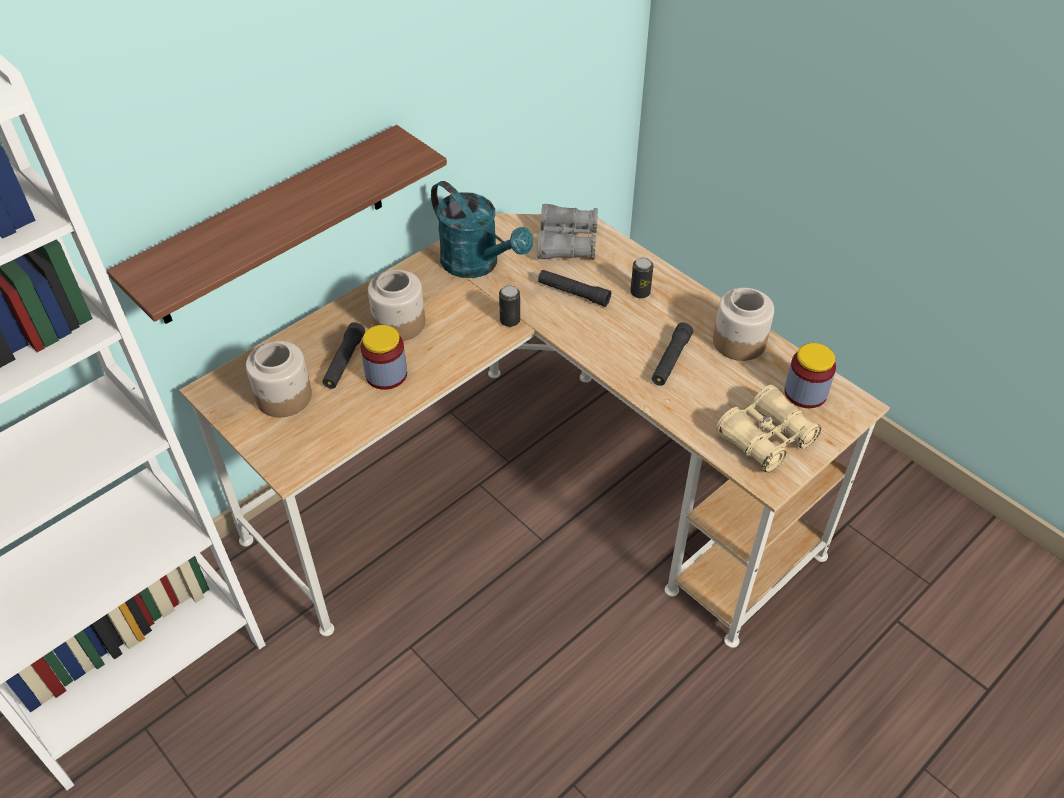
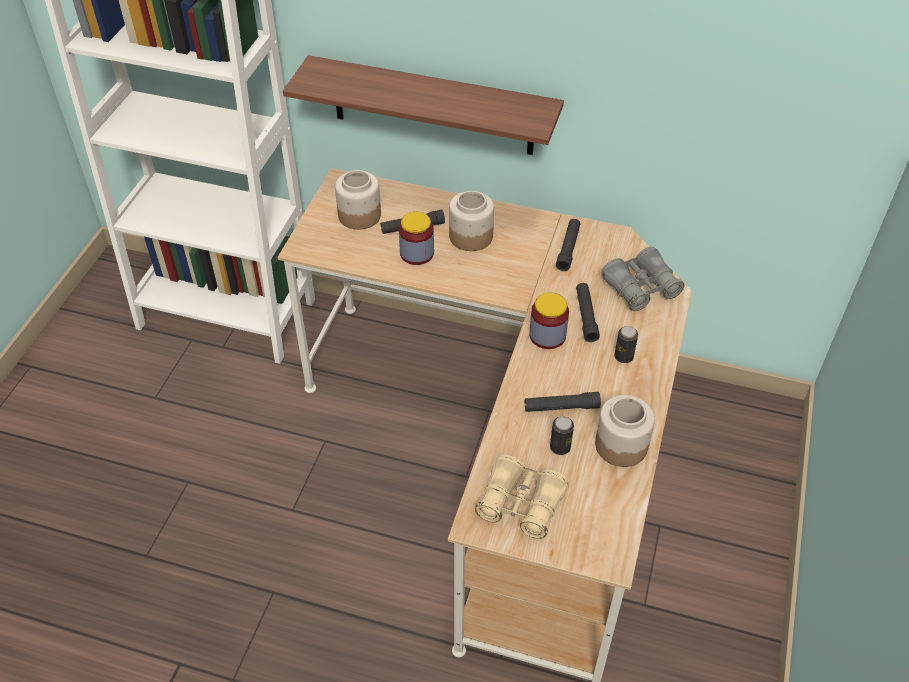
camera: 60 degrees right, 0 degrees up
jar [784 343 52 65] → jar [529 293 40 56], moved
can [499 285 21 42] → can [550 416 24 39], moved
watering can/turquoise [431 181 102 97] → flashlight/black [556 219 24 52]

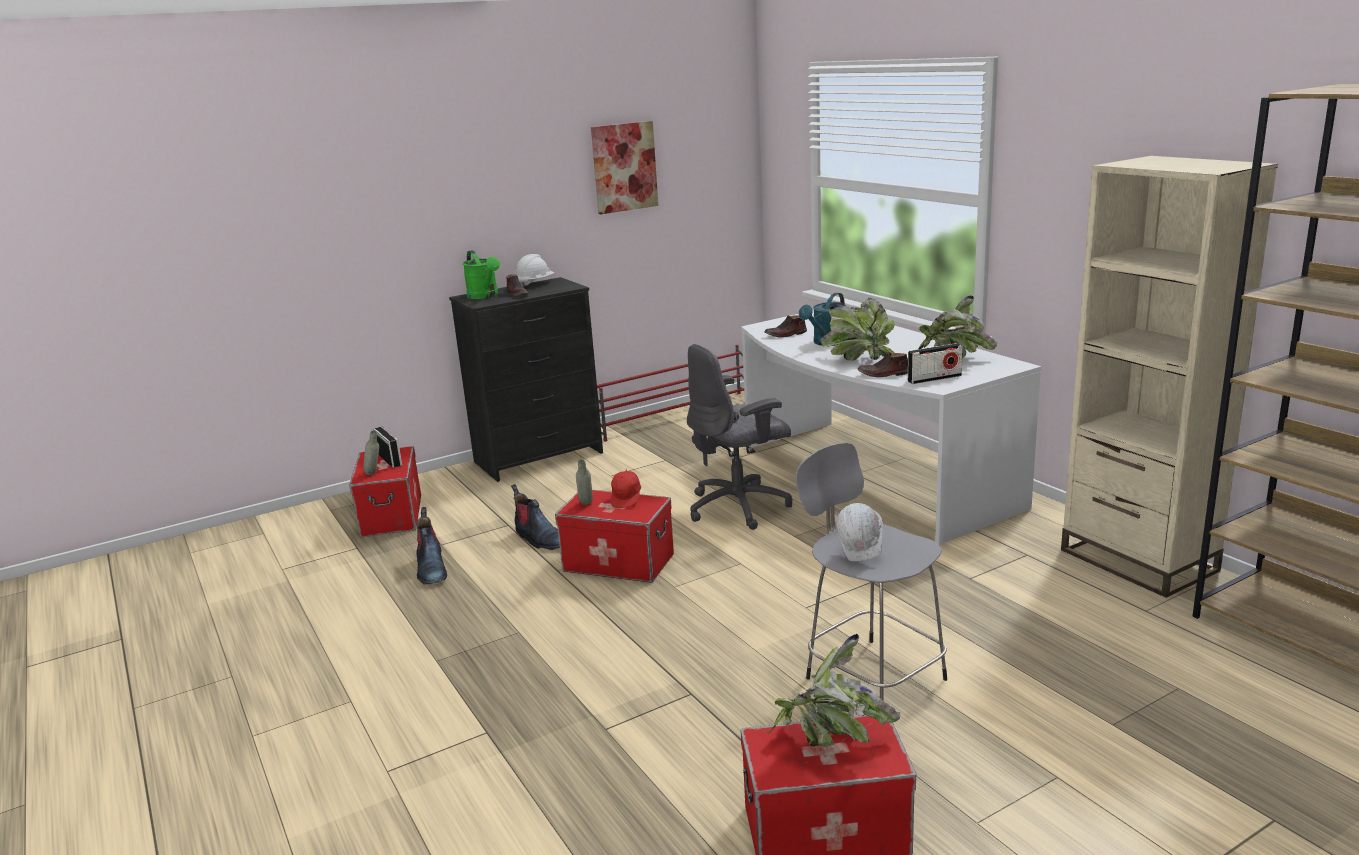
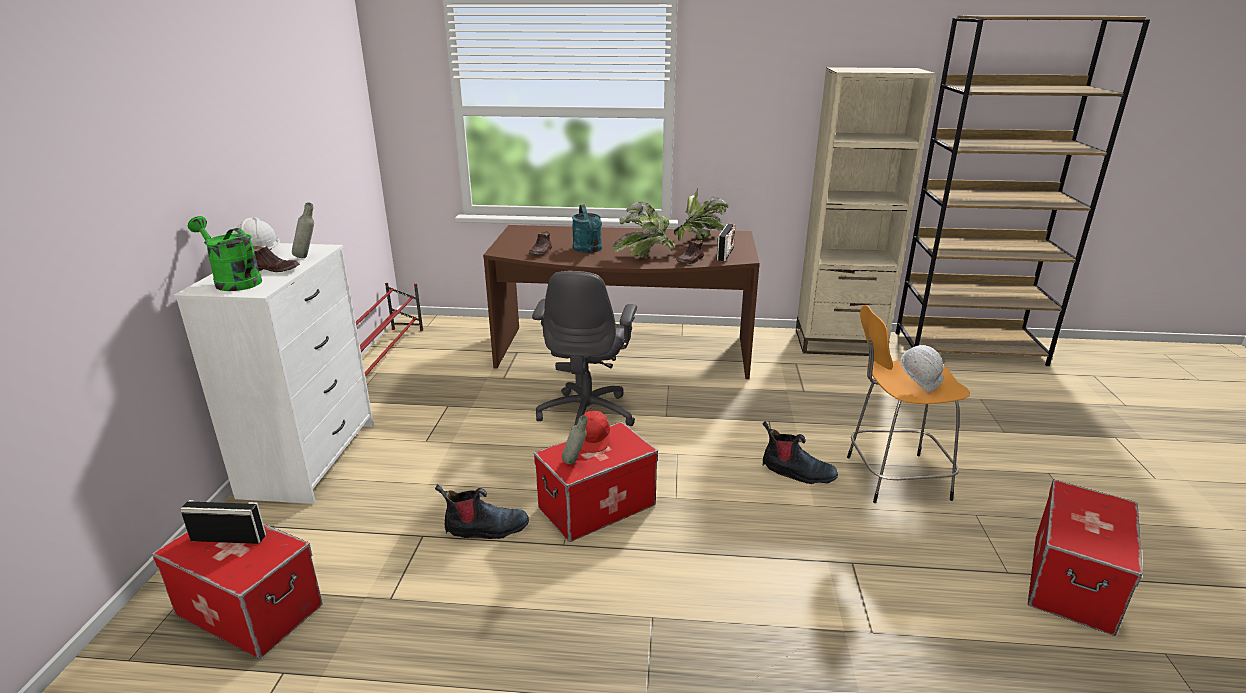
camera: 55 degrees left, 5 degrees up
dresser/black [449 277 154 205] → dresser/white [174 243 200 261]
watering can/green [463 250 37 49] → watering can/green [188 216 74 75], 150 degrees counterclockwise
bottle/grey [363 430 16 45] → bottle/grey [292 202 22 56], moved
desk/white [741 310 300 235] → desk/brown [483 225 277 154]
cap/red [611 469 30 39] → cap/red [581 407 29 46], 45 degrees clockwise
boot [417 507 30 78] → boot [763 421 75 63], moved
stool/grey [795 442 152 258] → stool/orange [847 305 123 198]
picture [591 121 67 93] → -
potted plant [766 634 134 113] → -

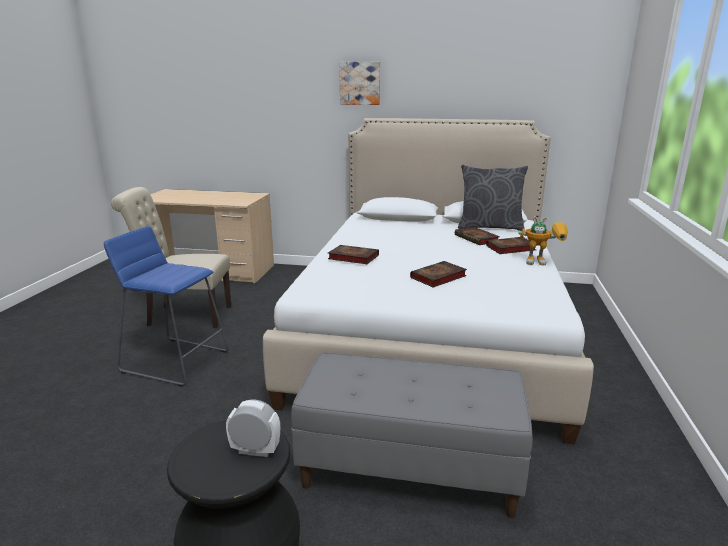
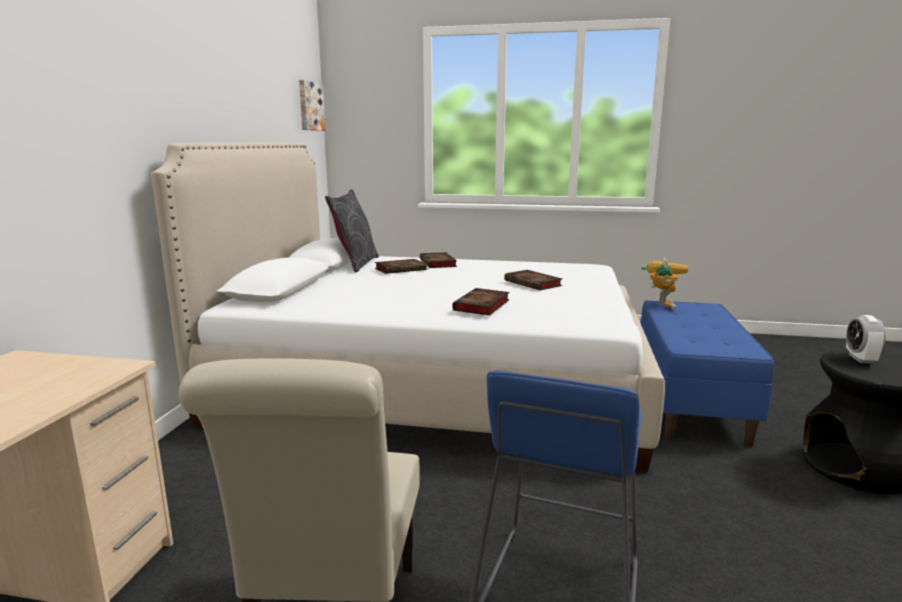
camera: 90 degrees left, 5 degrees down
picture [339 62 41 43] → picture [299 80 26 51], moved
bench/grey [291 352 242 166] → bench/blue [640 300 134 147]
toy robot [518 216 49 50] → toy robot [641 258 47 52], moved

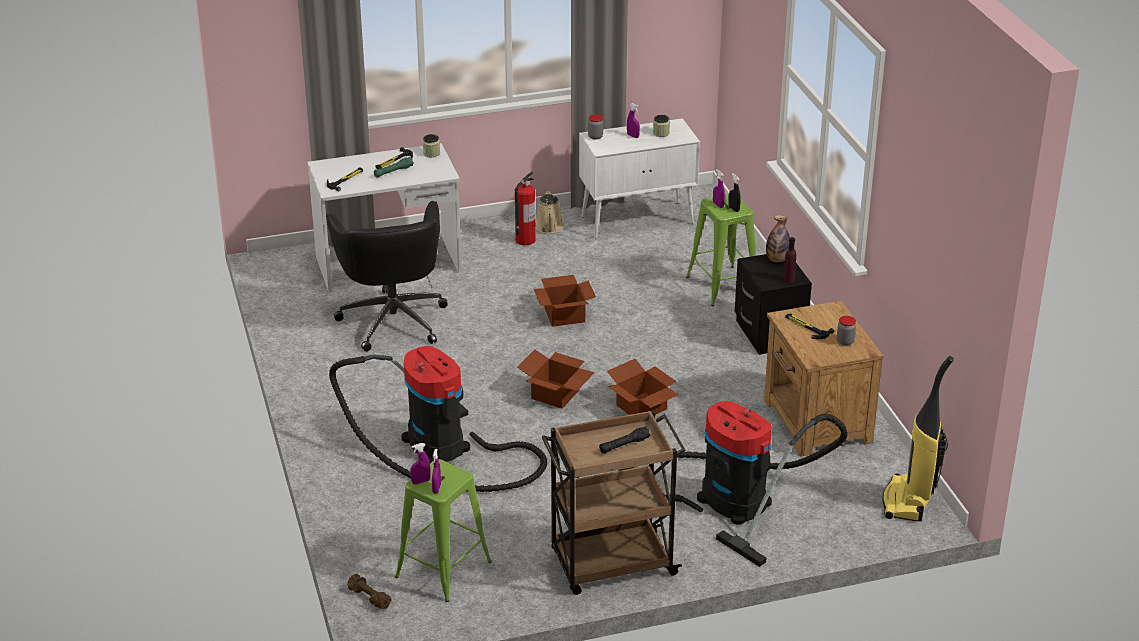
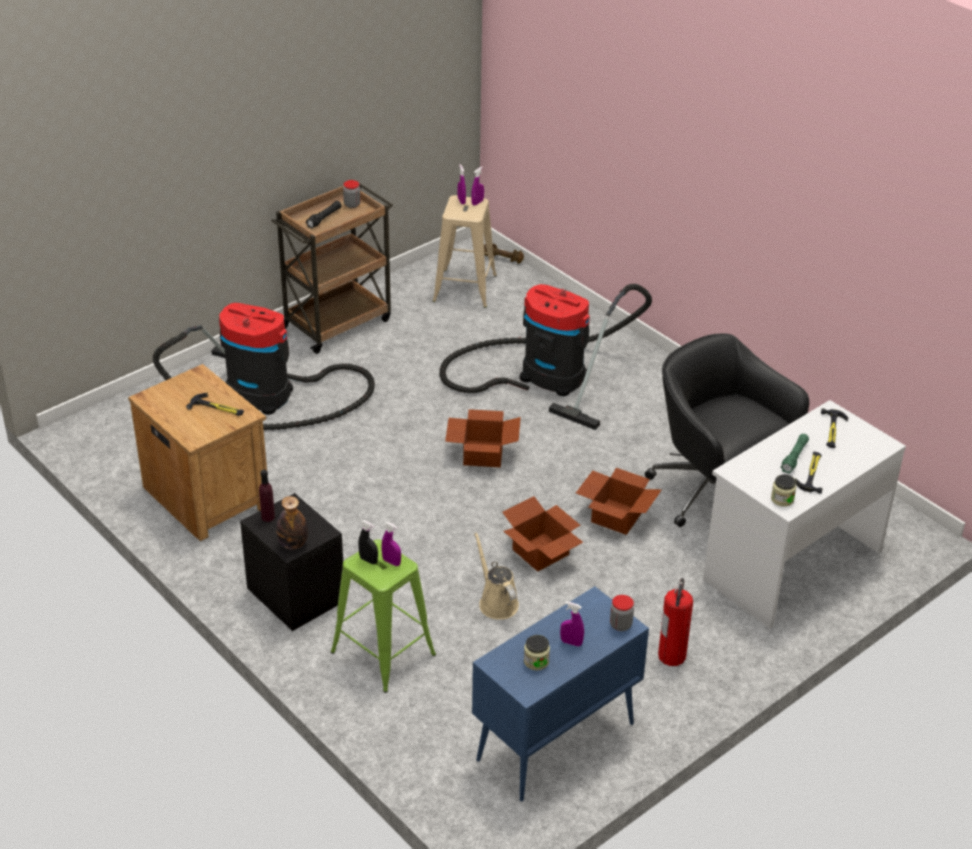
camera: 155 degrees right, 5 degrees up
jar [837 316 19 29] → jar [343 180 18 28], moved
stool/green [395 459 97 143] → stool/beige [433 195 64 113]
cabinet/white [579 118 121 121] → cabinet/blue [472 586 177 216]
watering can/beige [535 190 29 44] → watering can/beige [474 532 45 88], moved
cardboard box [607 359 72 56] → cardboard box [576 468 86 67], moved
vacuum cleaner [882 356 72 166] → -

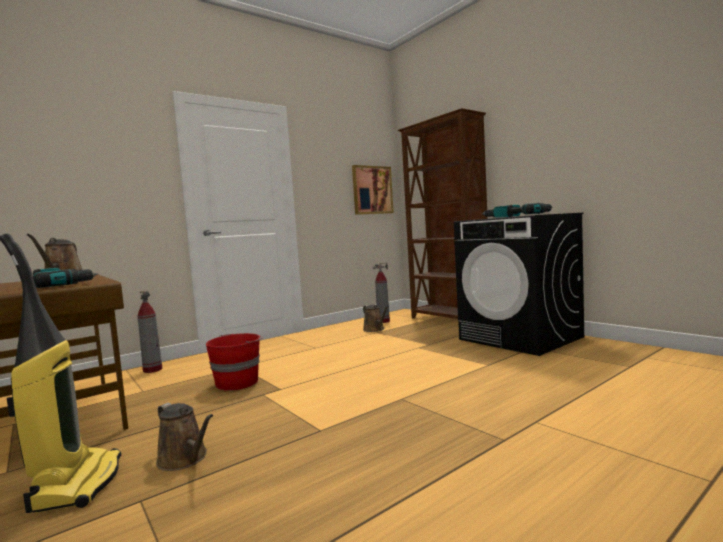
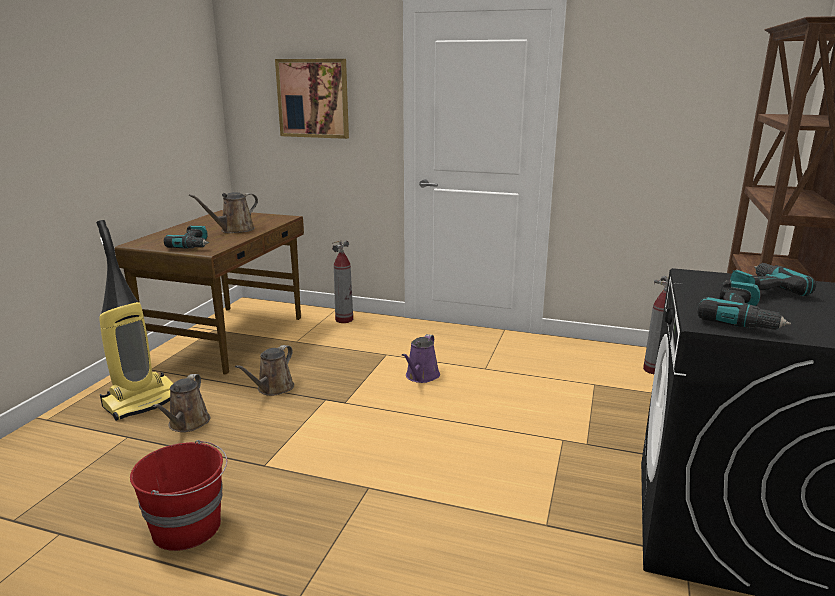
camera: 55 degrees right, 15 degrees up
bucket/red [206 333 57 58] → bucket/red [130 440 97 111], moved
watering can/brown [363 304 26 28] → watering can/brown [235 345 59 51], moved
picture [352 165 42 50] → picture [275 59 74 80], moved
- → watering can/purple [402 334 38 49]

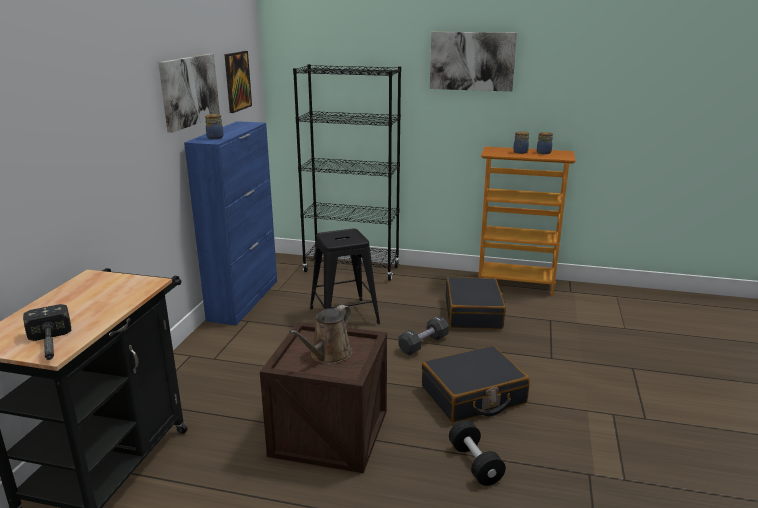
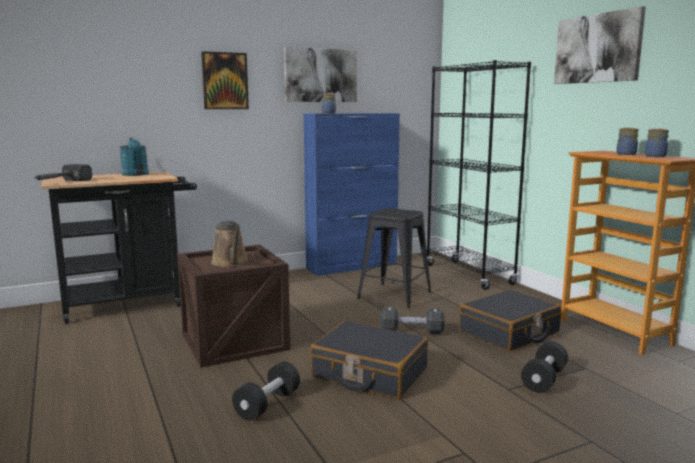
camera: 50 degrees right, 10 degrees down
- → watering can/turquoise [120 138 29 38]
picture [224 51 28 62] → picture [201 51 48 58], moved
watering can/brown [289 305 63 59] → watering can/brown [211 220 37 47], 105 degrees counterclockwise
- → dumbbell/black [521 341 47 52]

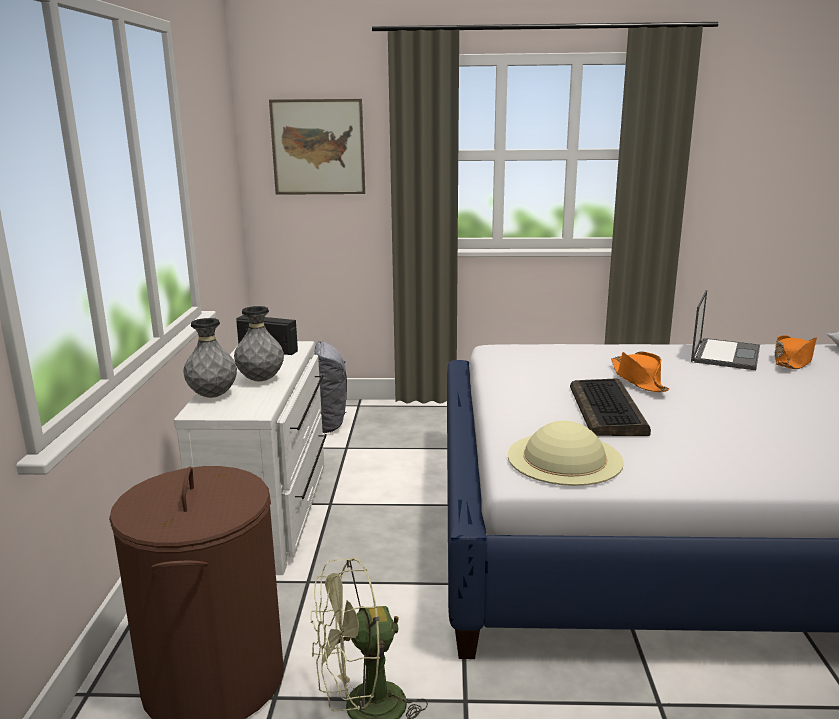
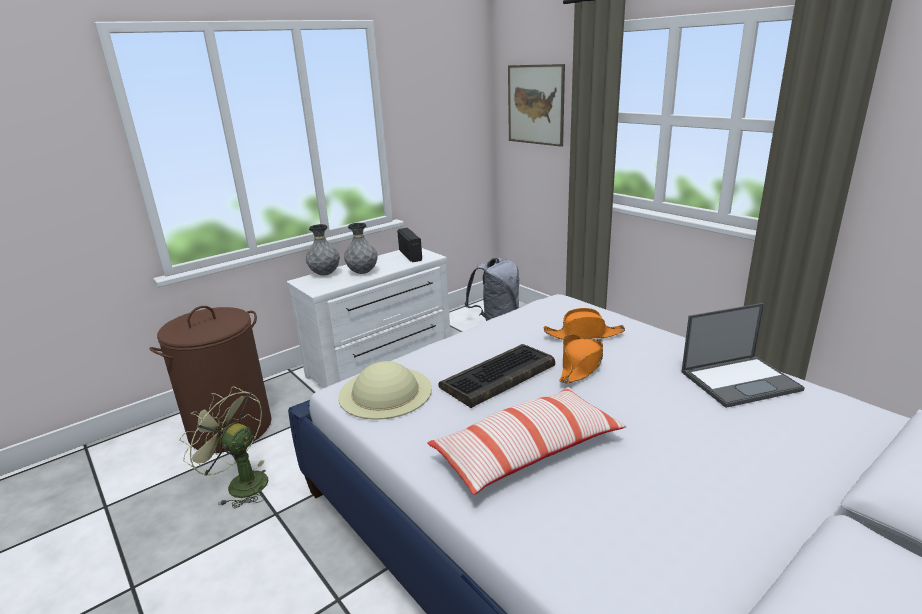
camera: 50 degrees right, 5 degrees up
- → pillow [427 387 199 108]
hat/orange [775 335 42 34] → hat/orange [544 308 81 32], moved

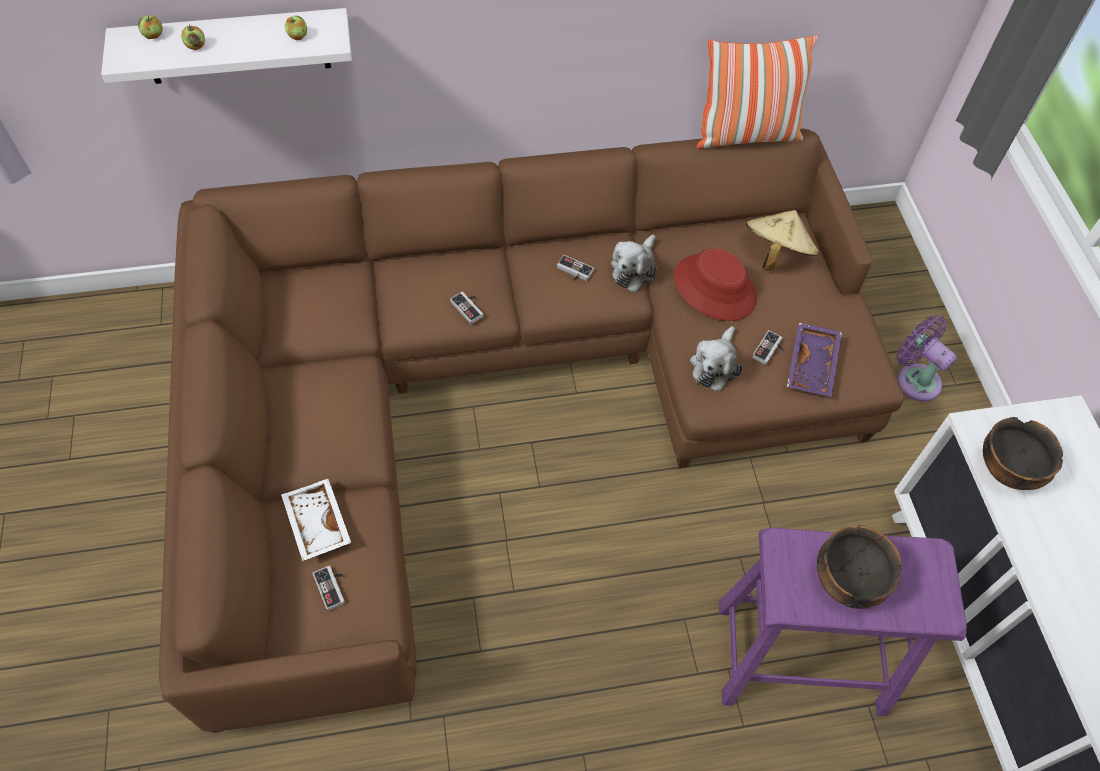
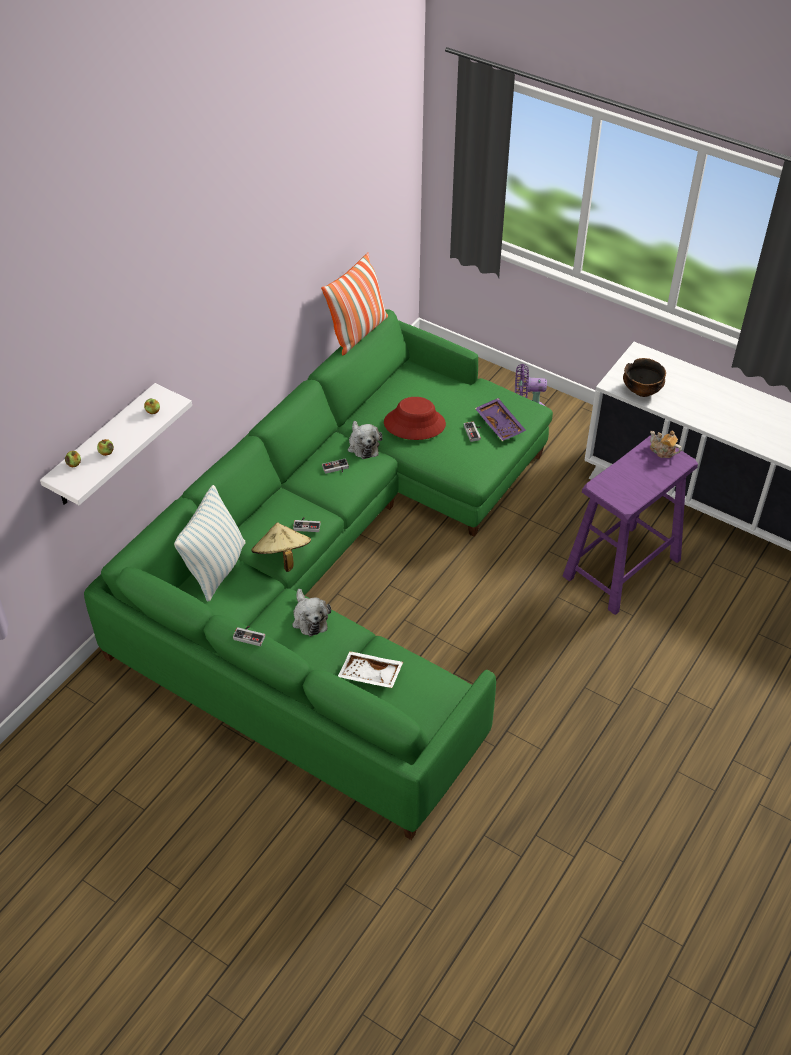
camera: 45 degrees left, 10 degrees down
sofa/brown [159 129 745 604] → sofa/green [84 309 469 531]
- → pillow [174 485 71 116]
game controller [313 565 32 46] → game controller [233 626 32 20], moved
hat/beige [746 210 73 60] → hat/beige [251 523 60 49], moved
plush toy [690 326 53 66] → plush toy [292 589 39 47], moved
- → teapot [650 430 32 28]
bowl [817 525 85 84] → -

